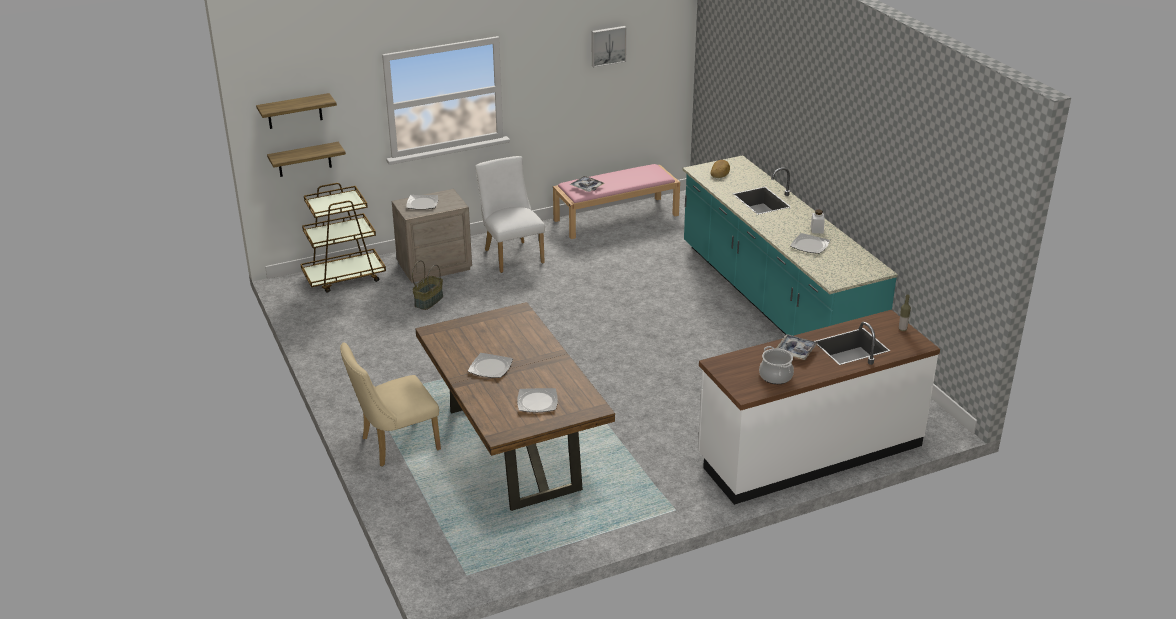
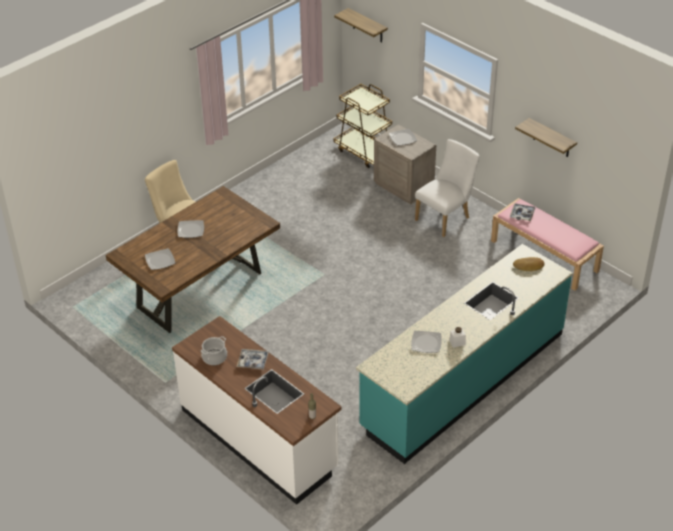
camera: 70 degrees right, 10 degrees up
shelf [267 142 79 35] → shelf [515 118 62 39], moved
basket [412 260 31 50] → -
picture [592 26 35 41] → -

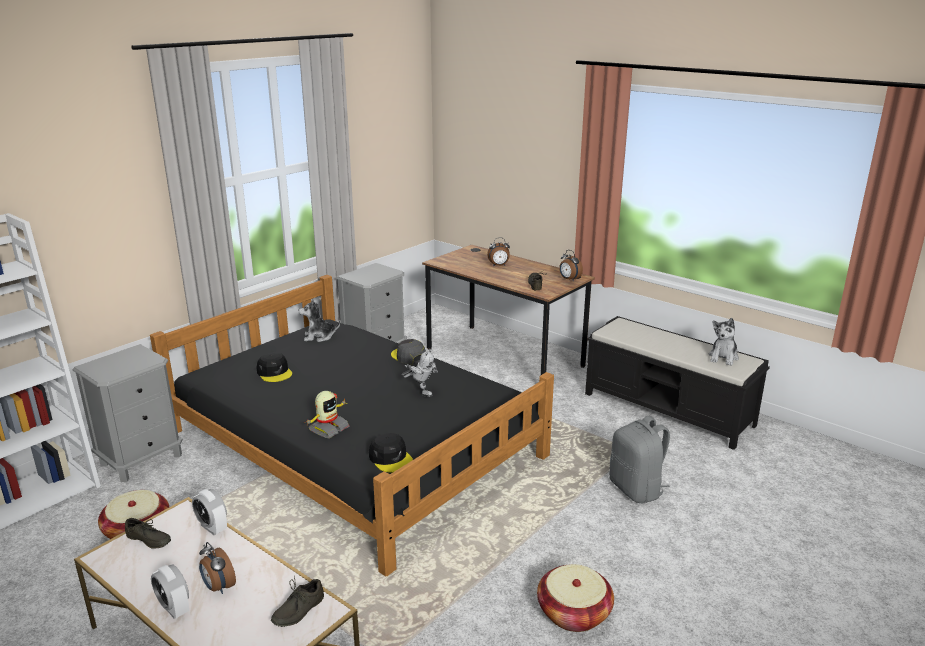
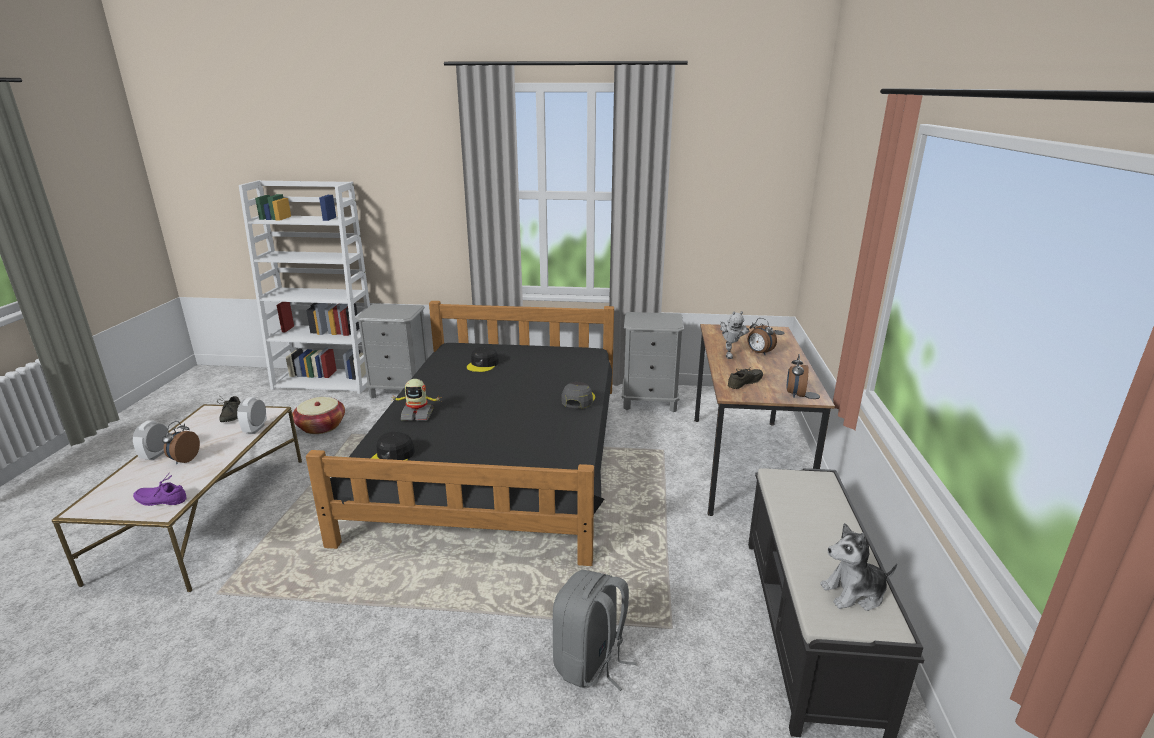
camera: 55 degrees right, 0 degrees up
shoe/grey [271 576 53 51] → shoe/purple [133 472 54 34]
toy robot [402 349 36 48] → toy robot [720 311 29 48], moved
plush toy [299 299 41 43] → -
basket [537 564 77 68] → -

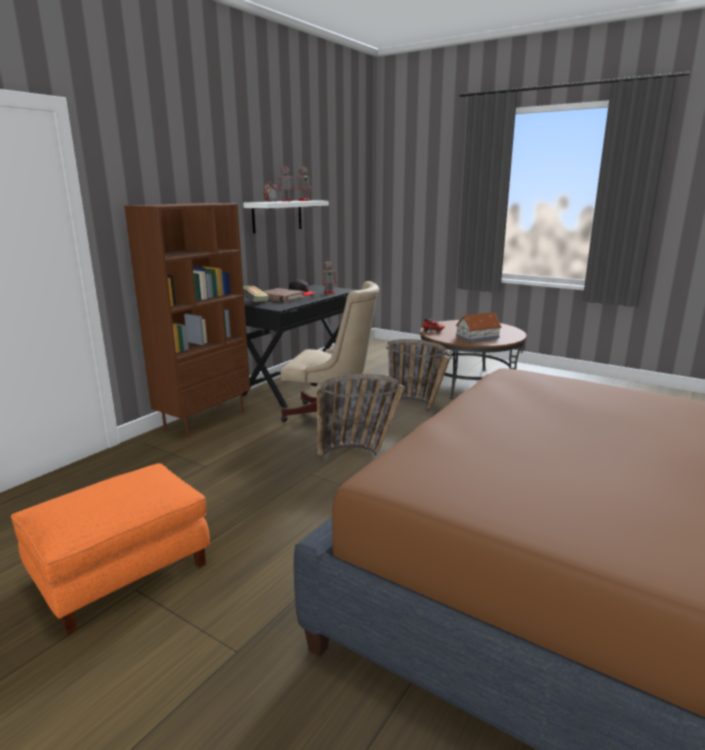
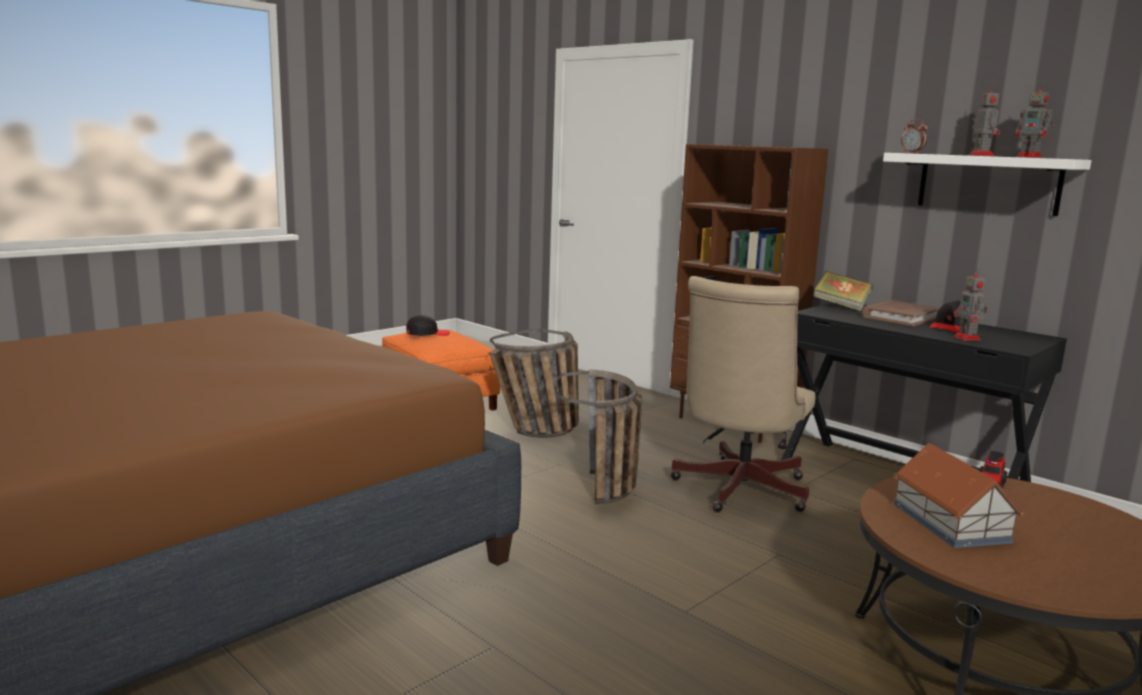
camera: 100 degrees right, 5 degrees down
- → cap/black [407 315 43 21]
basket [386 339 65 73] → basket [489 329 90 109], moved

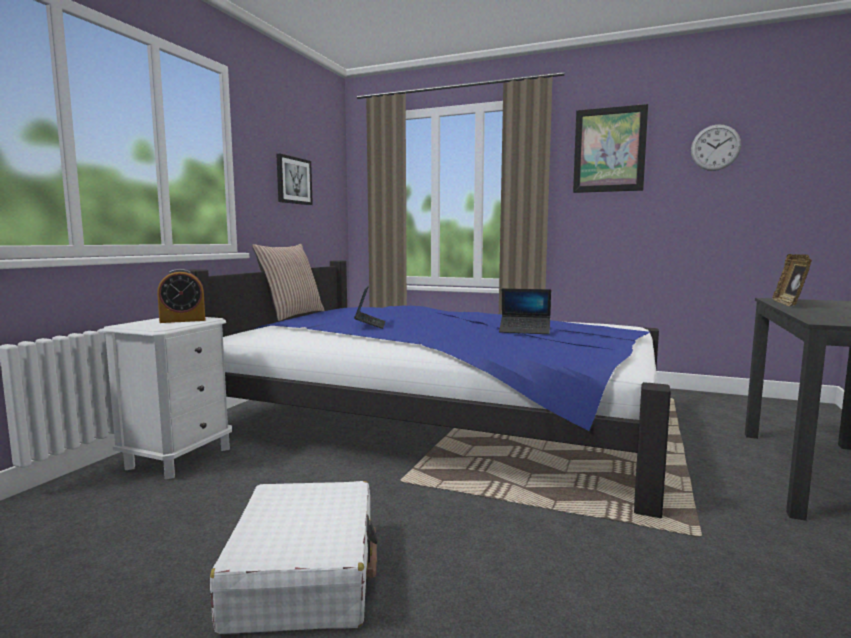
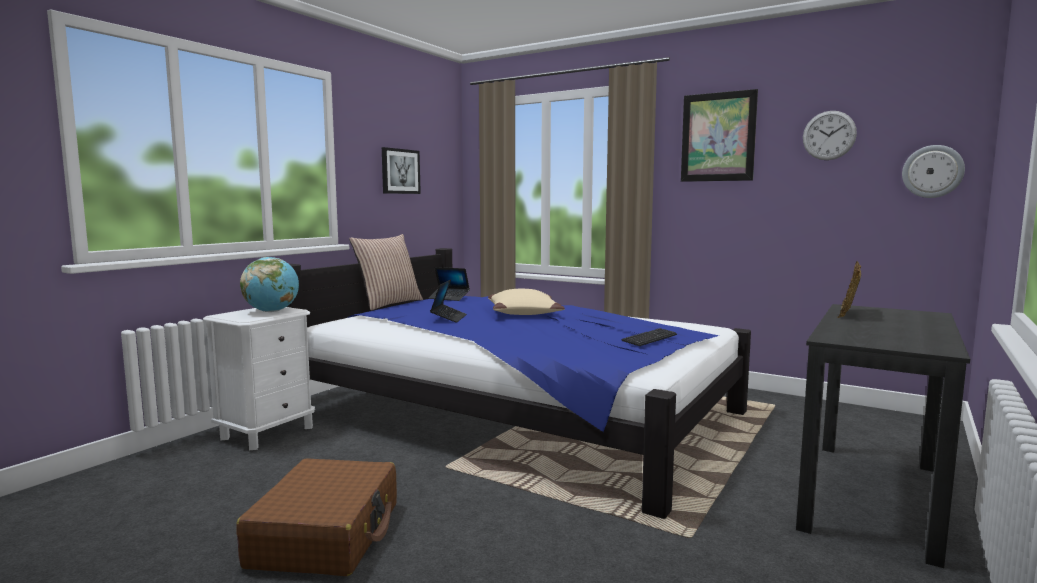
camera: 10 degrees right, 0 degrees up
suitcase/white [210 481 168 153] → suitcase/brown [236 458 161 118]
alarm clock [157 269 48 54] → globe [240 257 59 55]
laptop [499 288 52 46] → laptop [428 267 42 34], moved
- → pillow/beige [488 289 77 26]
- → keyboard [621 328 56 18]
- → wall clock [902 145 63 53]

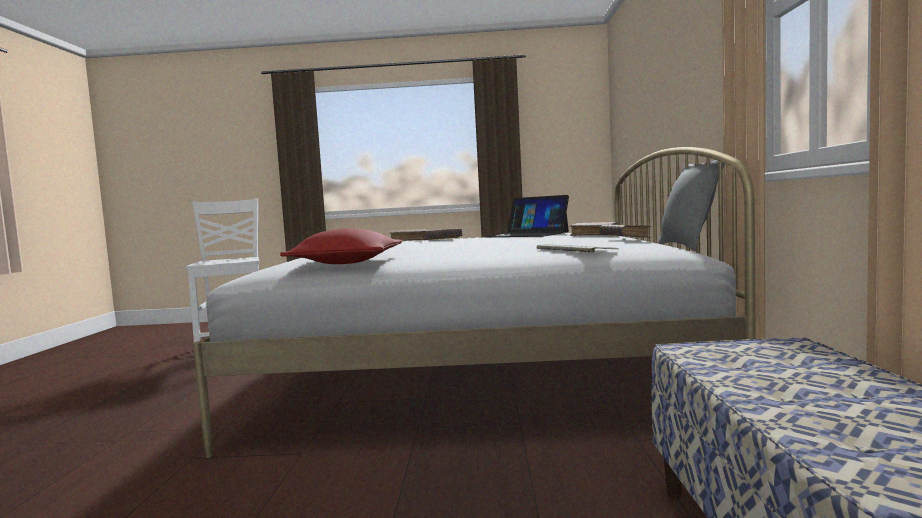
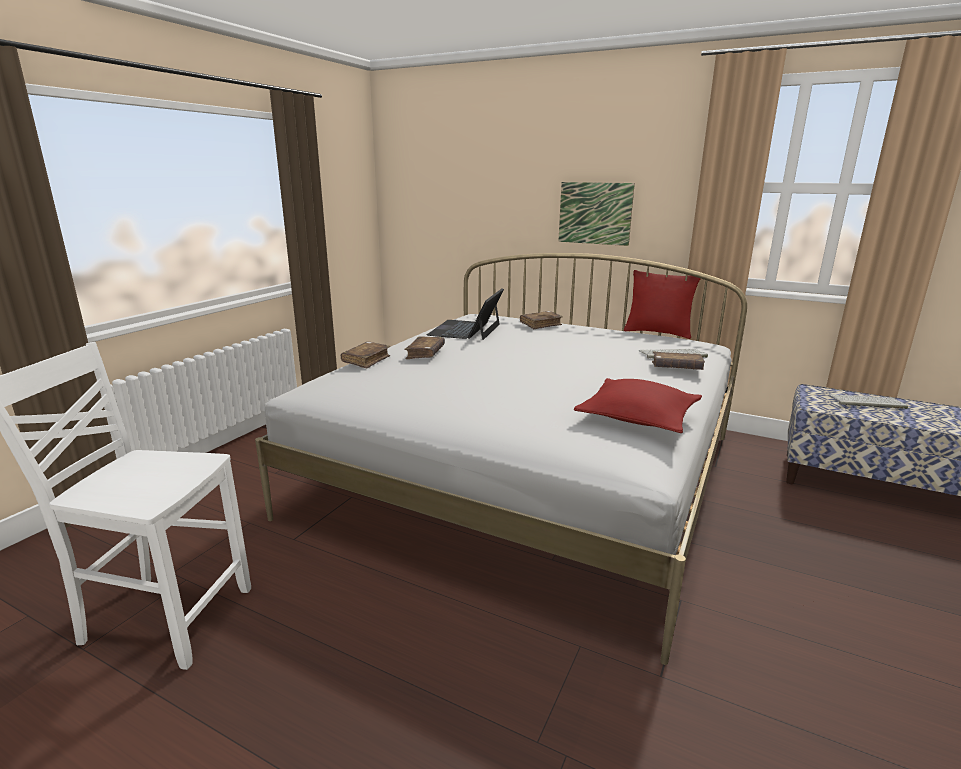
camera: 65 degrees left, 15 degrees up
laptop [486 195 83 42] → laptop [427 289 77 51], 135 degrees clockwise
- → picture [558 182 77 64]
pillow/grey [659 160 66 91] → pillow/red [624 270 77 69]
book/brown [599 225 52 13] → book/brown [652 351 53 19], moved
- → keyboard [829 394 79 15]

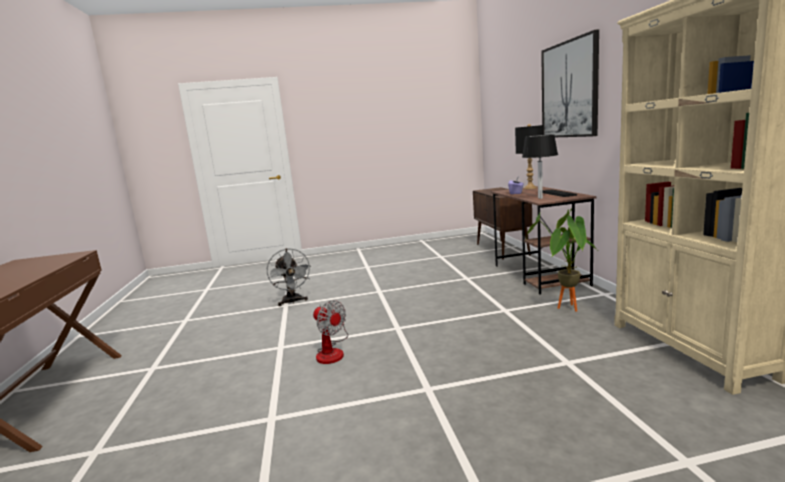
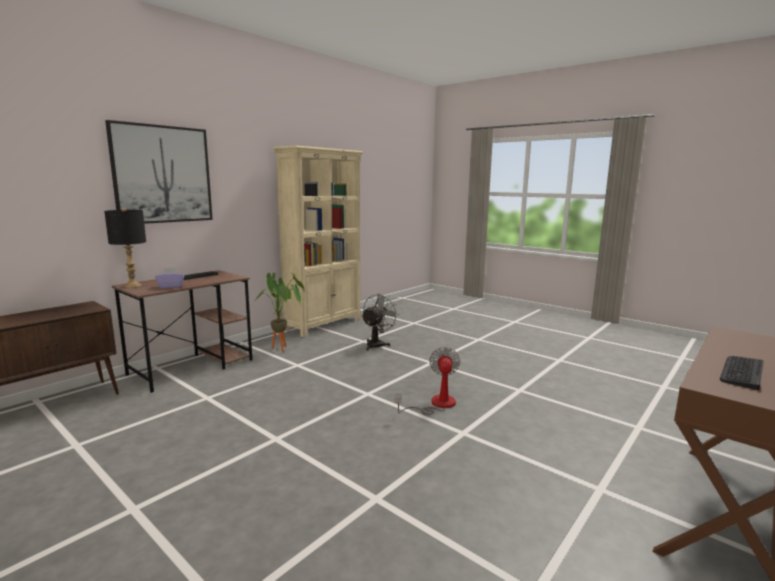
camera: 130 degrees left, 0 degrees up
fan/grey [267 248 44 58] → fan/grey [361 293 39 58], moved
- → keyboard [720 356 44 34]
table lamp/black [522 134 36 65] → -

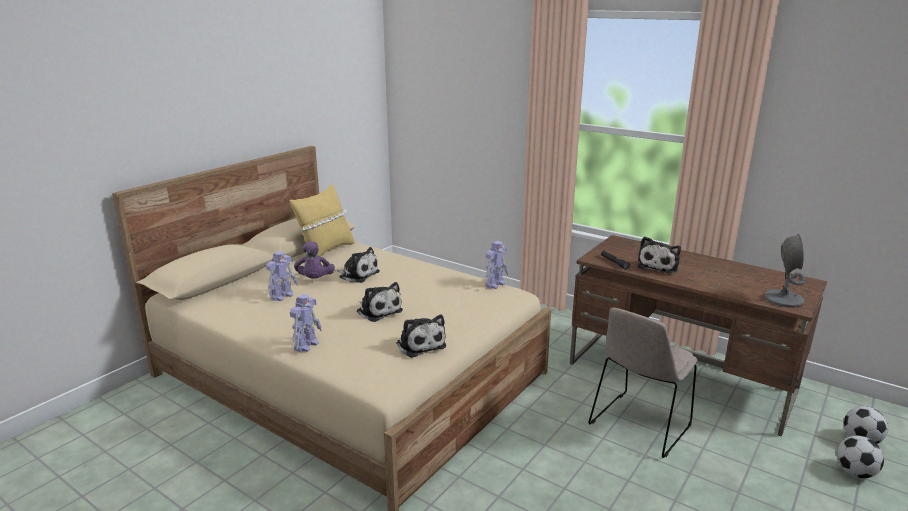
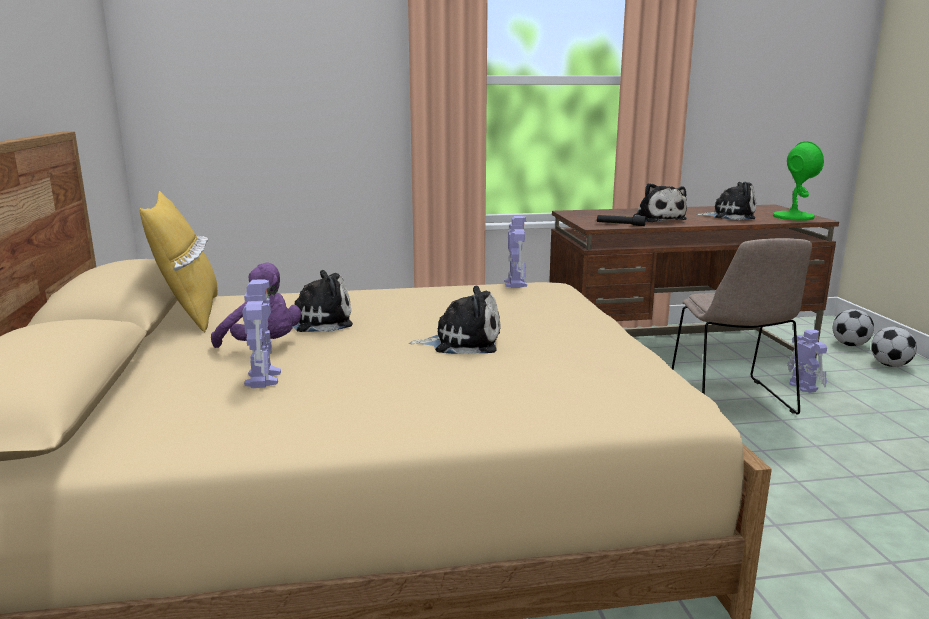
camera: 45 degrees left, 5 degrees down
plush toy [396 314 50 44] → plush toy [696 182 60 38], moved
table lamp/grey [764 234 41 74] → table lamp/green [773 141 51 80]
toy robot [290 294 32 58] → toy robot [787 329 40 64], moved

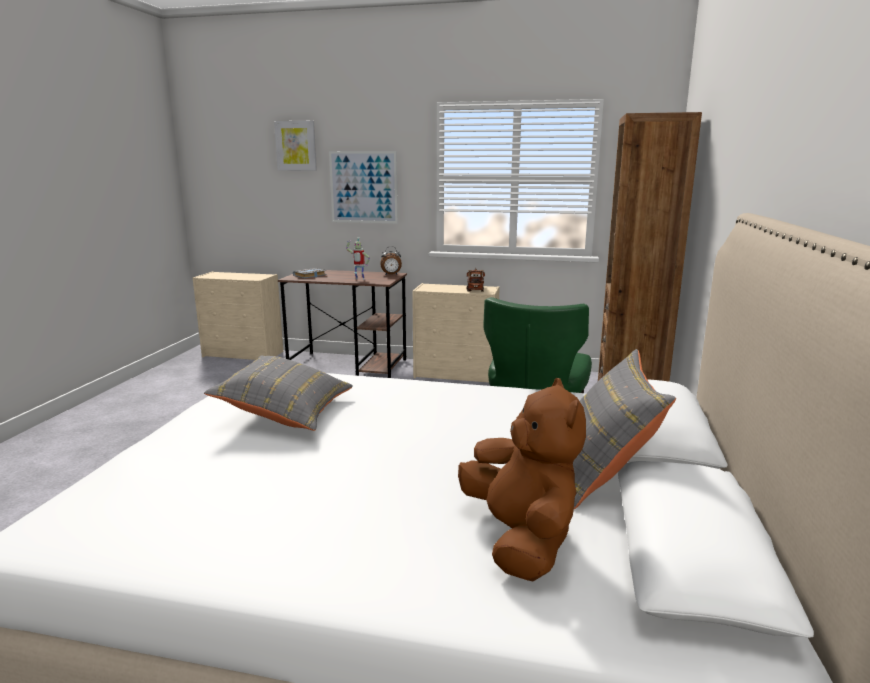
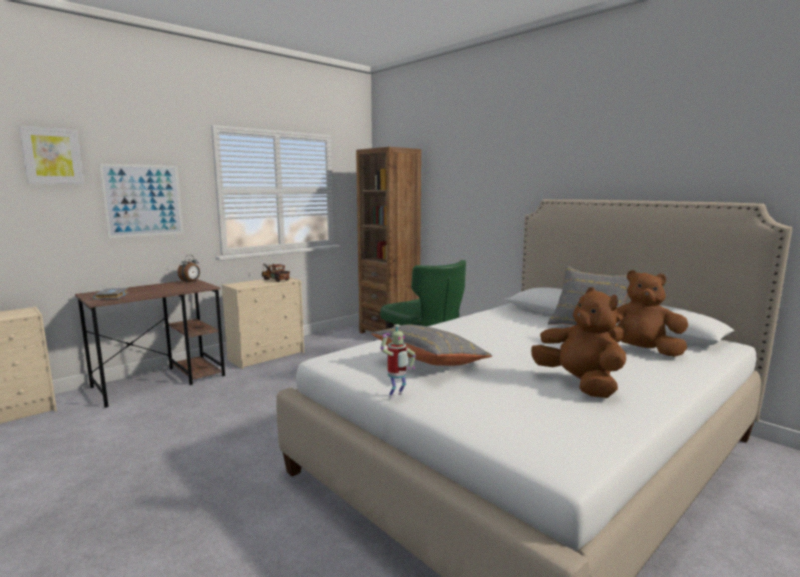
camera: 55 degrees left, 5 degrees down
toy robot [346 238 24 42] → toy robot [380 324 36 75], moved
- → plush toy/brown [531 287 95 111]

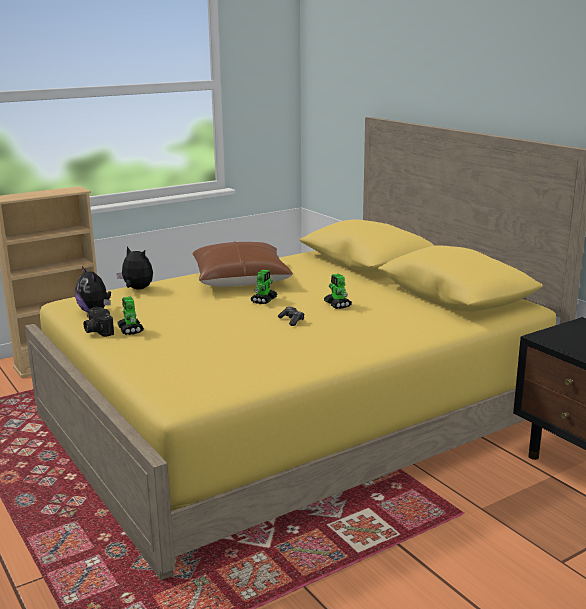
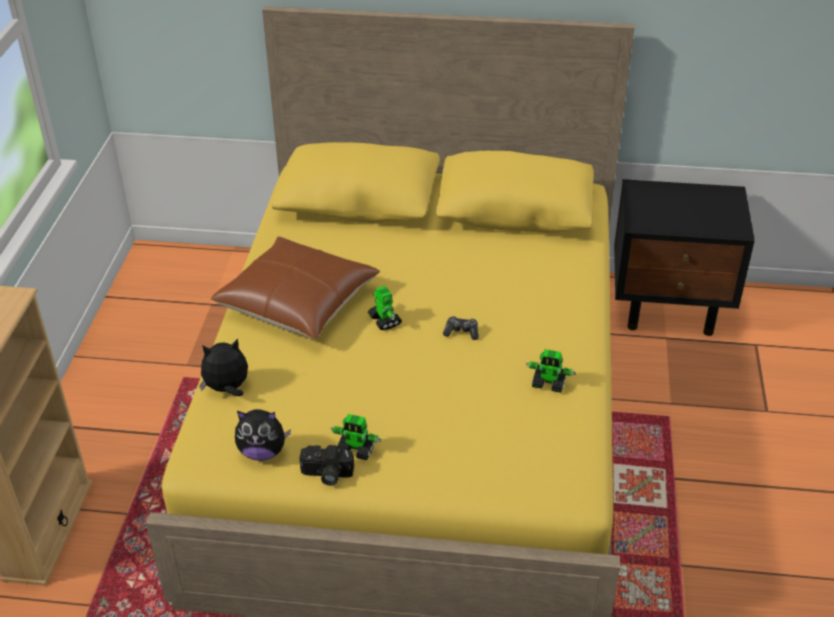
camera: 50 degrees left, 20 degrees up
toy robot [324 274 28 35] → toy robot [526 349 50 44], moved

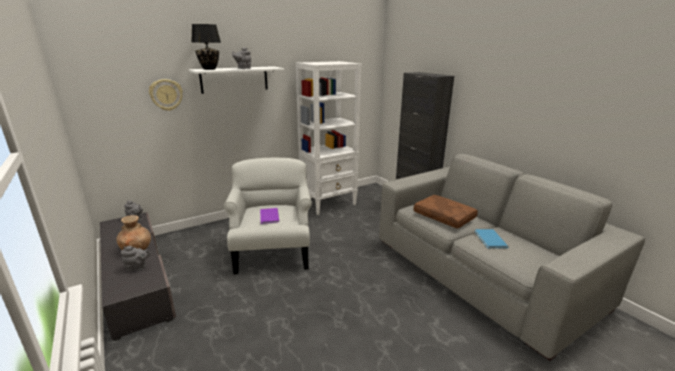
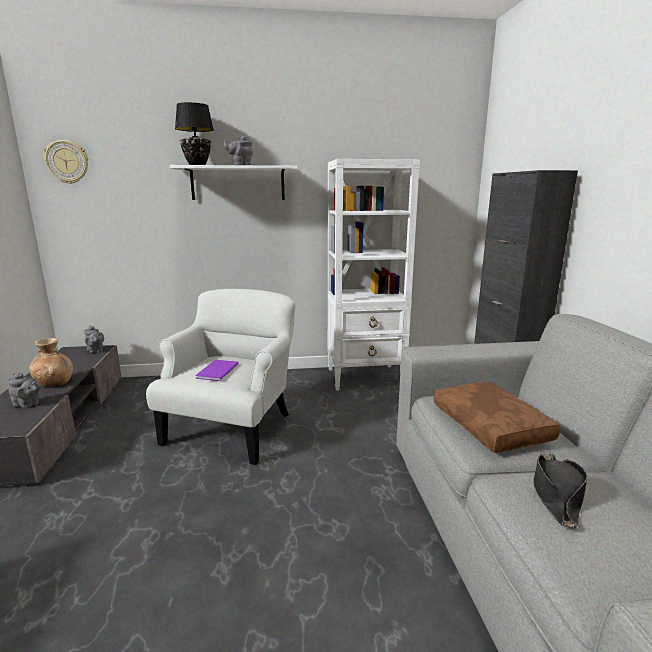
camera: 25 degrees right, 5 degrees down
wall clock [149 79 34 32] → wall clock [44 140 44 44], moved
book/blue [475 229 34 20] → hat/black [533 454 54 75]

